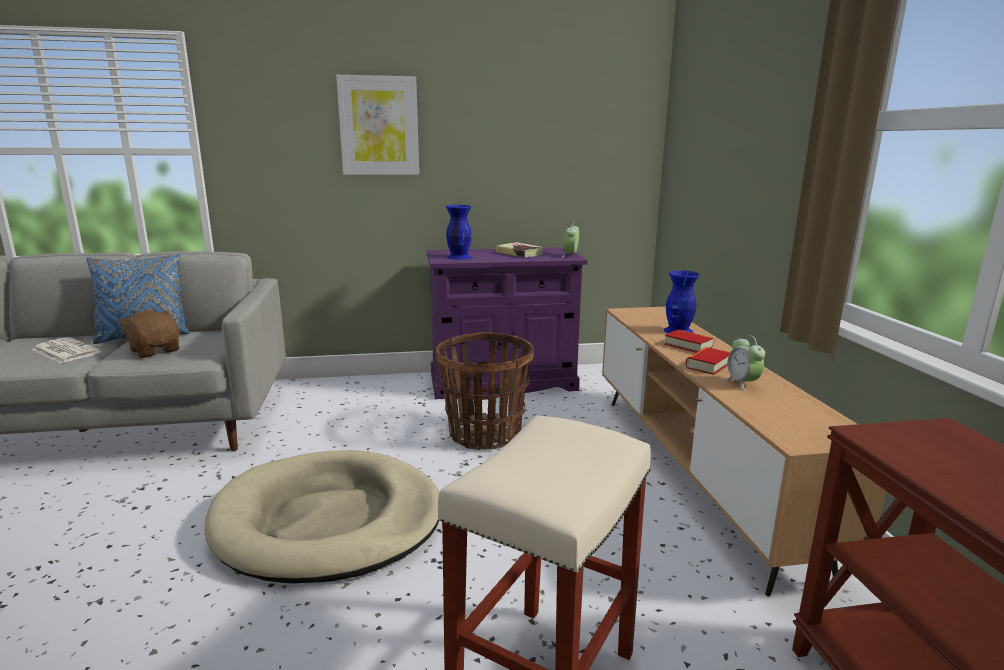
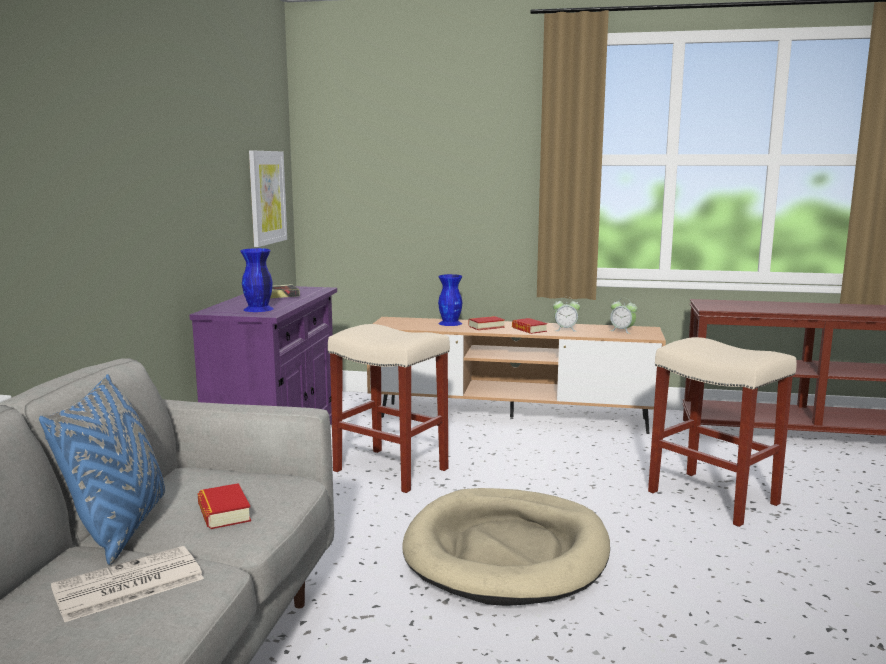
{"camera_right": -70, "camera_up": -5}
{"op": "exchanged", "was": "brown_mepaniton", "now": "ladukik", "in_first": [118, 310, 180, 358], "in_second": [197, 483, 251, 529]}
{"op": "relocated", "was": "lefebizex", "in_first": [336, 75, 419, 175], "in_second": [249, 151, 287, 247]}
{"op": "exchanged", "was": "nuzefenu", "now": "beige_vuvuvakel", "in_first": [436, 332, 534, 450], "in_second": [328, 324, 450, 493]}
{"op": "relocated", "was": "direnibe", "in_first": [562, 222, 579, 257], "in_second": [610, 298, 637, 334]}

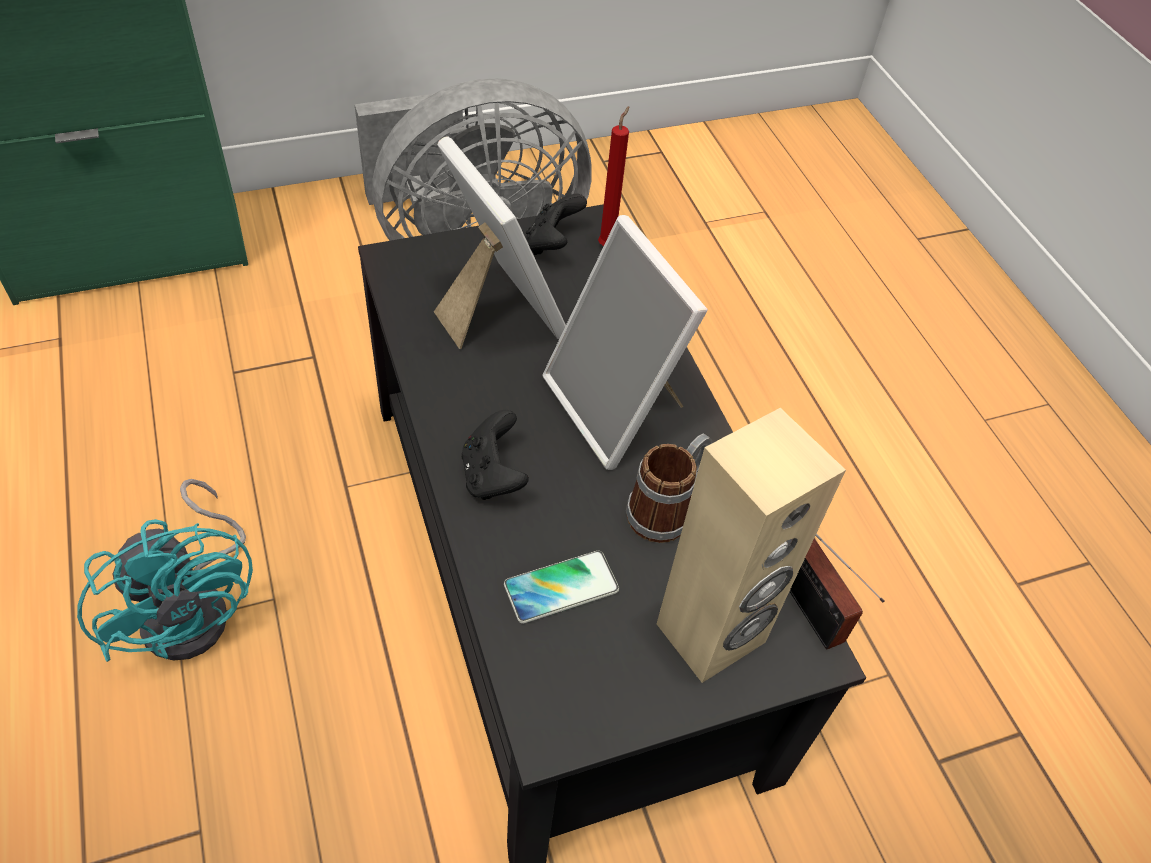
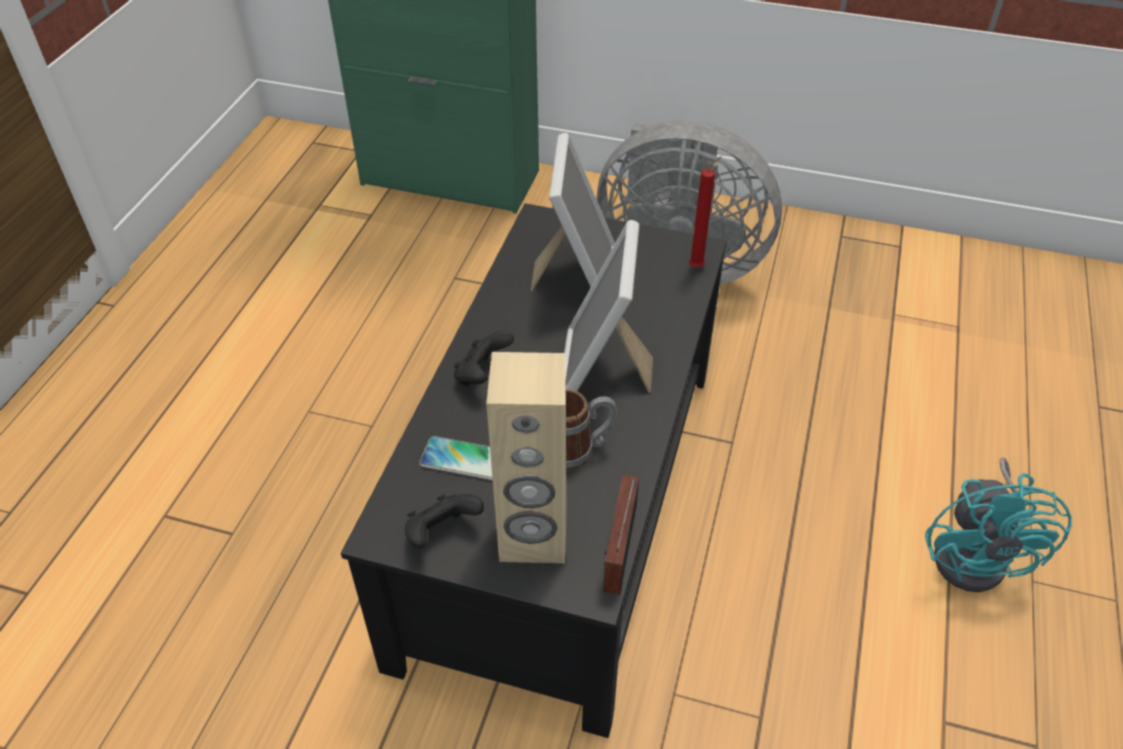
{"camera_right": 40, "camera_up": -5}
{"op": "relocated", "was": "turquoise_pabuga", "in_first": [77, 479, 253, 662], "in_second": [925, 457, 1072, 592]}
{"op": "relocated", "was": "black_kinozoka", "in_first": [525, 194, 587, 255], "in_second": [405, 494, 484, 548]}

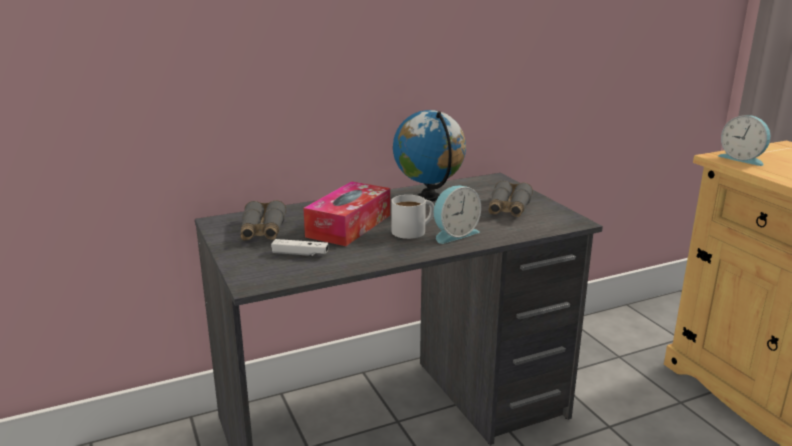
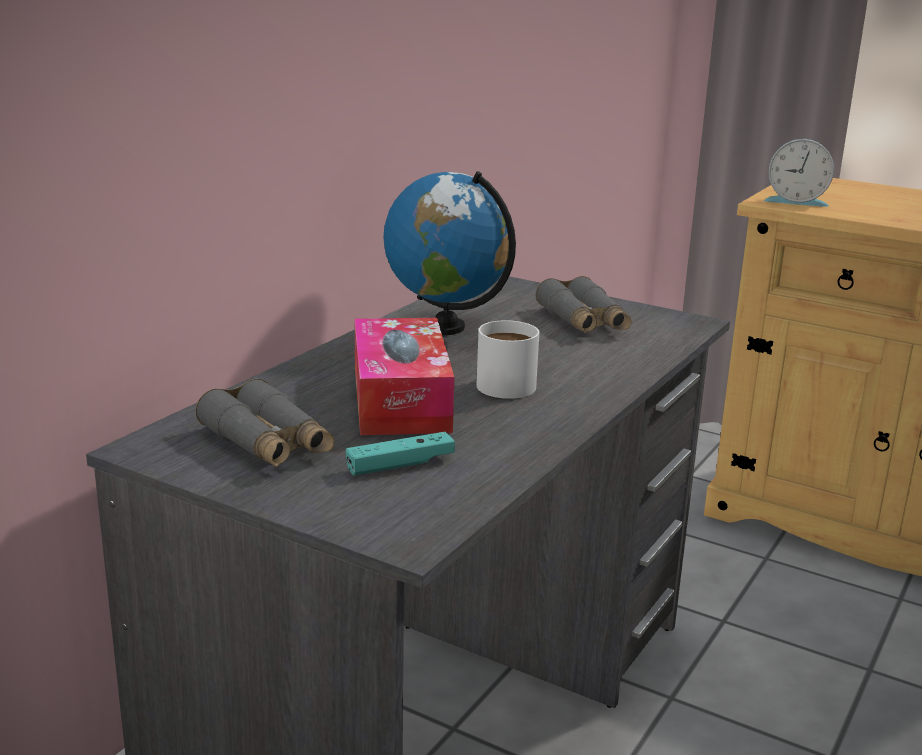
{"camera_right": -35, "camera_up": 0}
{"op": "colour", "was": "white_kinozoka", "now": "turquoise_kinozoka", "in_first": [271, 239, 328, 256], "in_second": [346, 432, 455, 476]}
{"op": "missing", "was": "direnibe", "in_first": [434, 185, 481, 244]}

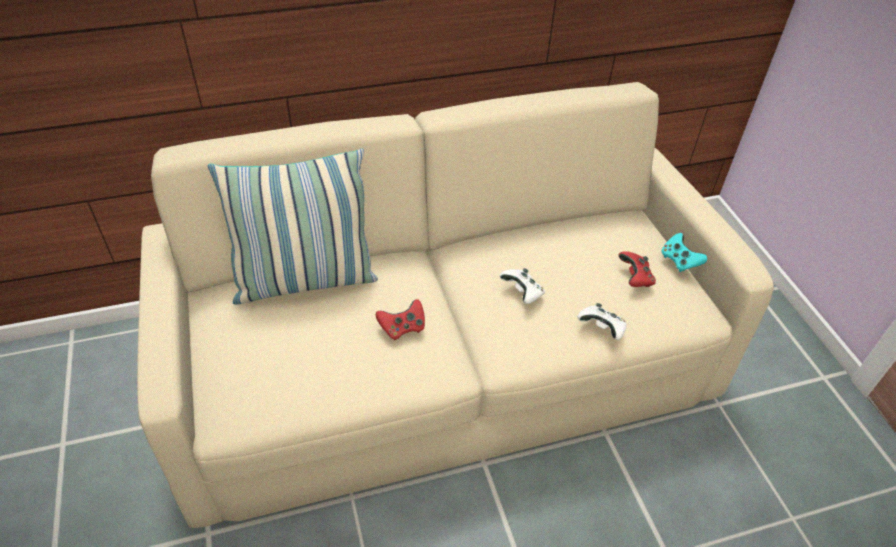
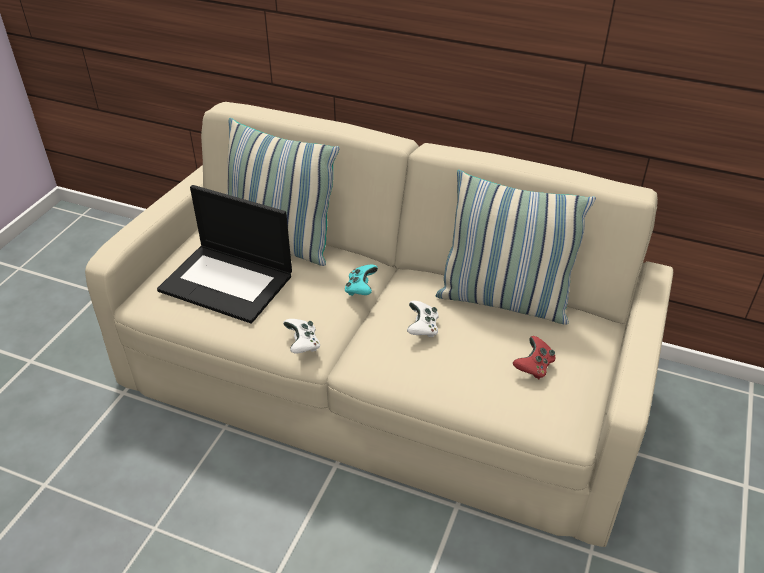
{"camera_right": 40, "camera_up": -5}
{"op": "missing", "was": "red_kinozoka", "in_first": [376, 299, 425, 340]}
{"op": "relocated", "was": "white_kinozoka", "in_first": [578, 303, 626, 340], "in_second": [283, 319, 320, 354]}
{"op": "relocated", "was": "turquoise_kinozoka", "in_first": [661, 233, 707, 272], "in_second": [345, 265, 378, 296]}
{"op": "appeared", "now": "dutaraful", "in_second": [157, 185, 292, 324]}
{"op": "appeared", "now": "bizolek", "in_second": [436, 170, 596, 325]}

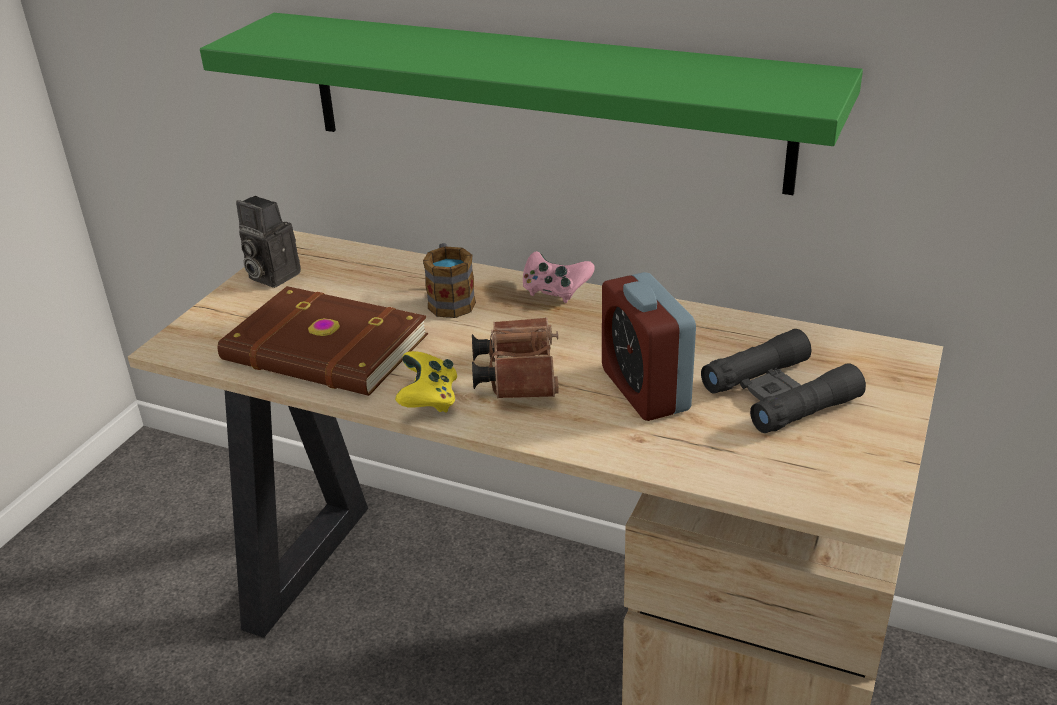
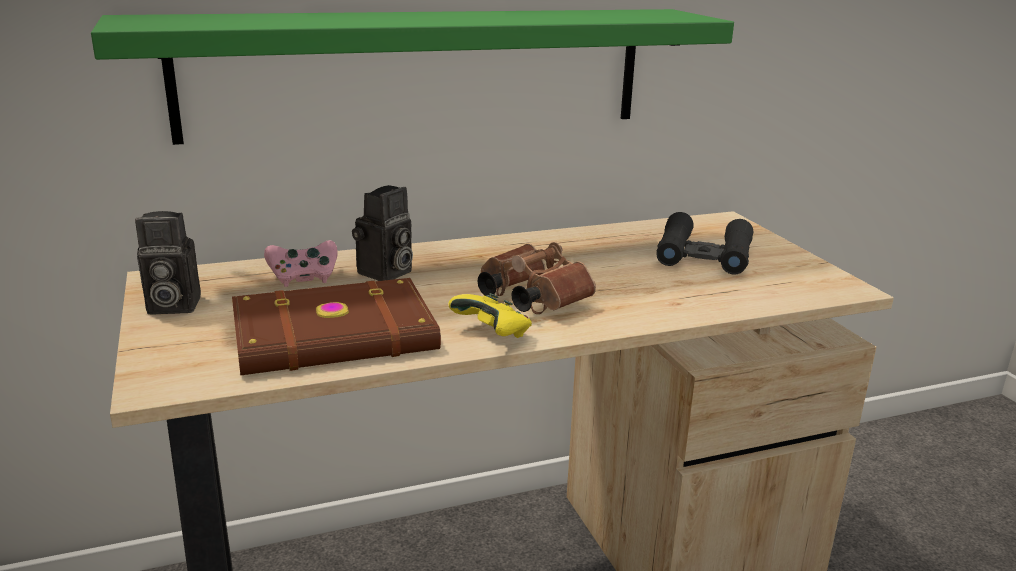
{"camera_right": -45, "camera_up": -10}
{"op": "exchanged", "was": "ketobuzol", "now": "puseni", "in_first": [423, 243, 476, 318], "in_second": [352, 185, 413, 281]}
{"op": "relocated", "was": "pink_kinozoka", "in_first": [523, 251, 595, 303], "in_second": [264, 240, 338, 287]}
{"op": "missing", "was": "direnibe", "in_first": [602, 272, 696, 421]}

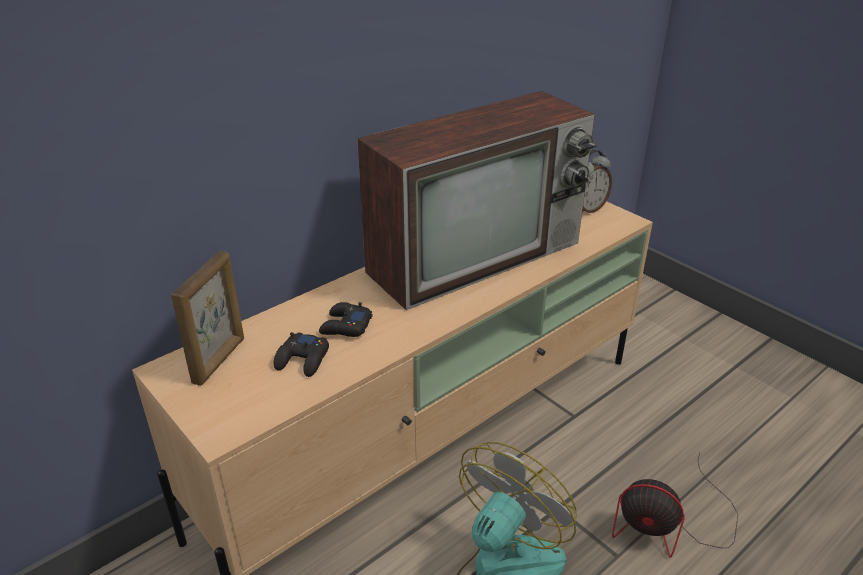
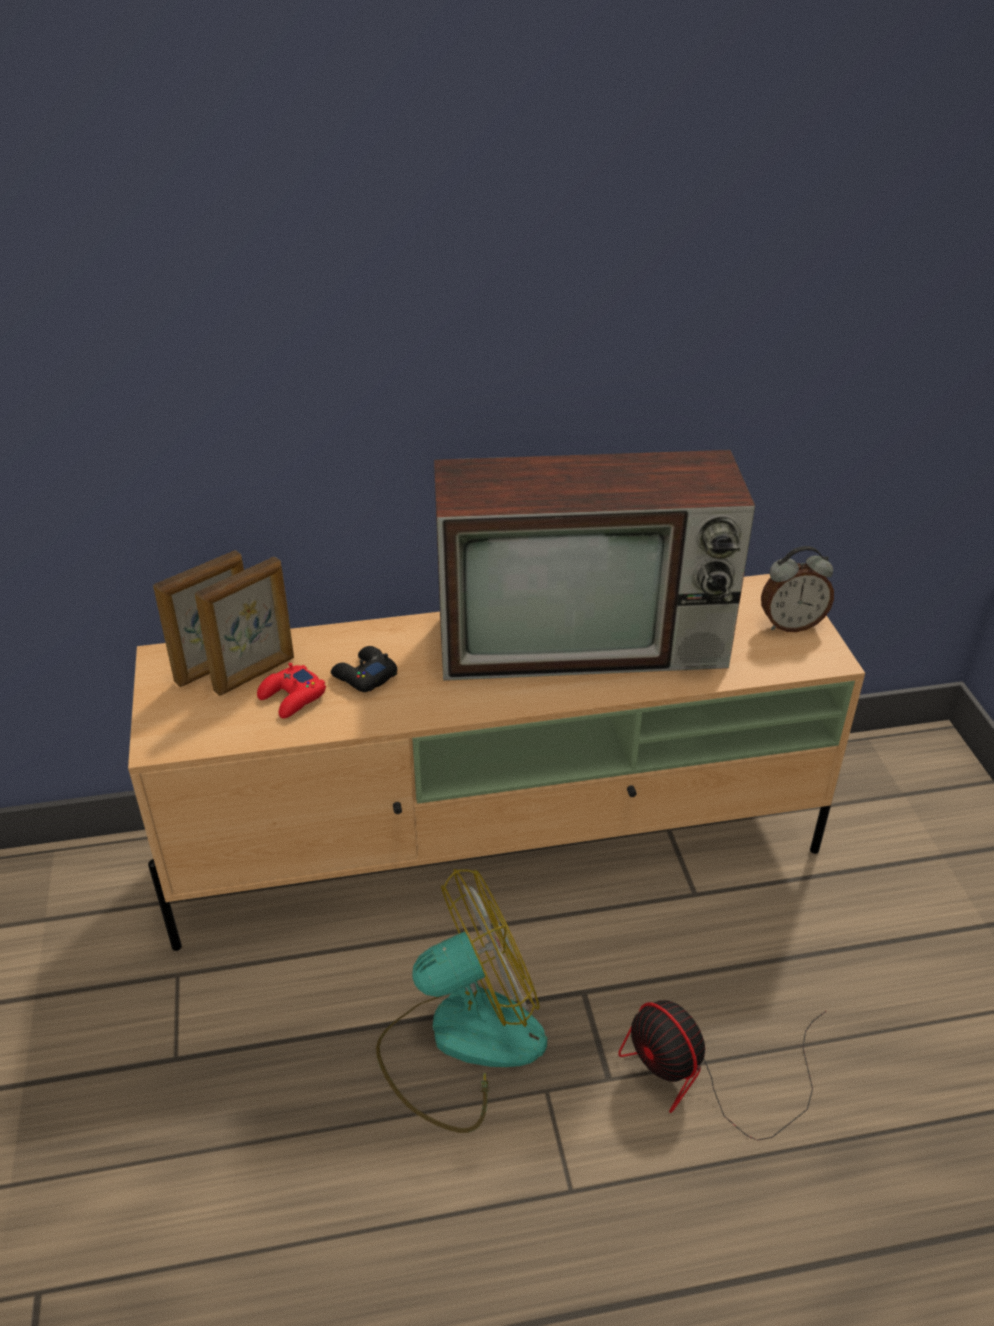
{"camera_right": 30, "camera_up": 5}
{"op": "colour", "was": "black_kinozoka", "now": "red_kinozoka", "in_first": [274, 332, 329, 377], "in_second": [257, 663, 326, 719]}
{"op": "appeared", "now": "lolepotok", "in_second": [195, 557, 294, 696]}

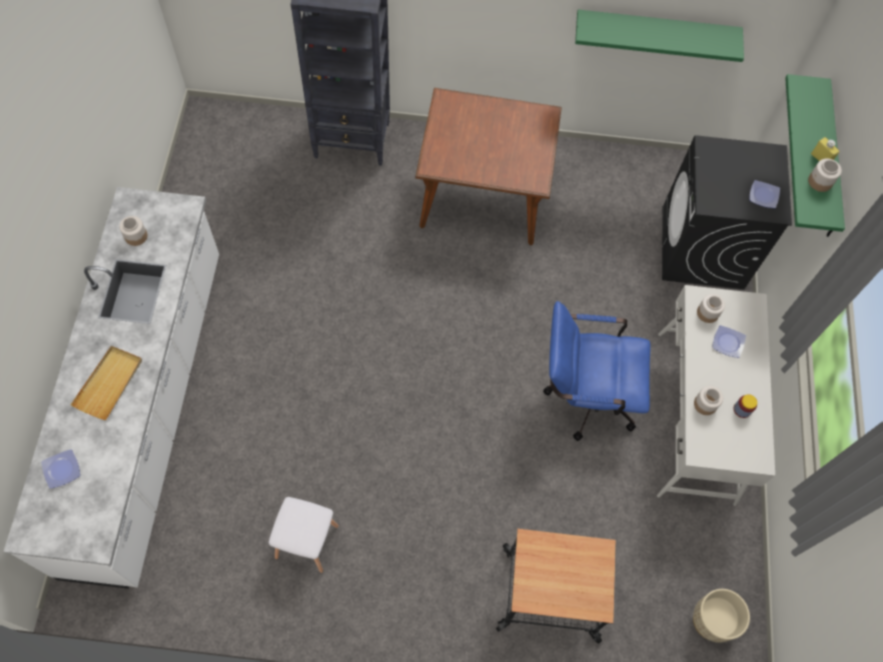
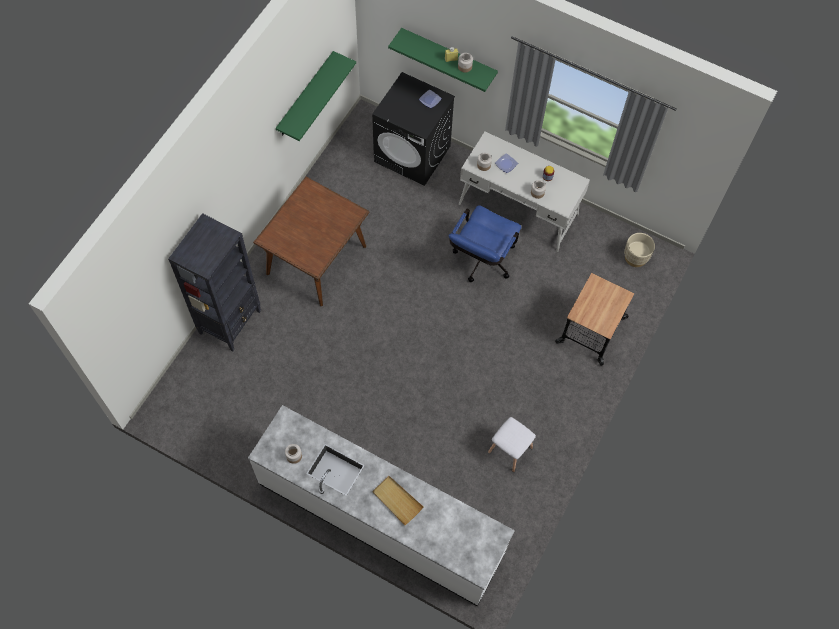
{"camera_right": -65, "camera_up": 0}
{"op": "missing", "was": "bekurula", "in_first": [41, 449, 80, 489]}

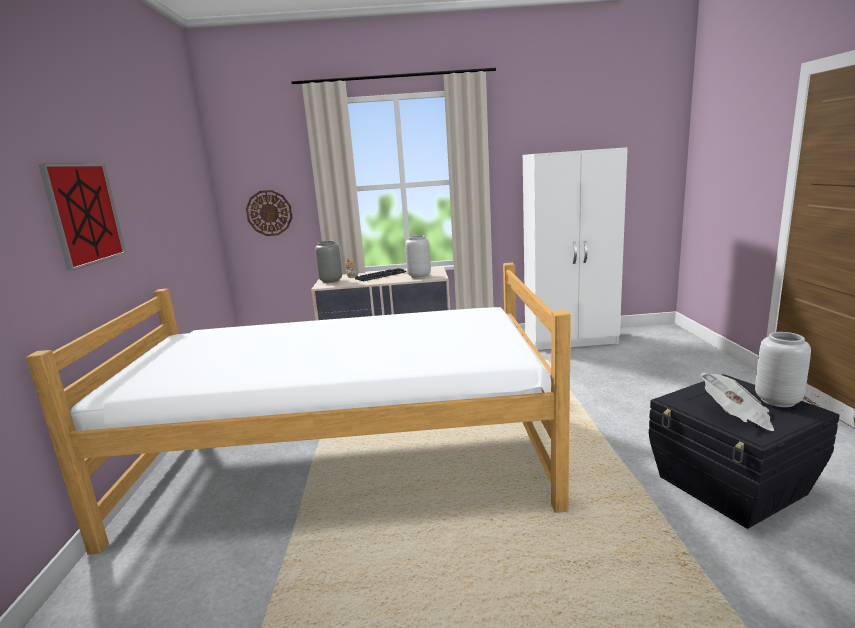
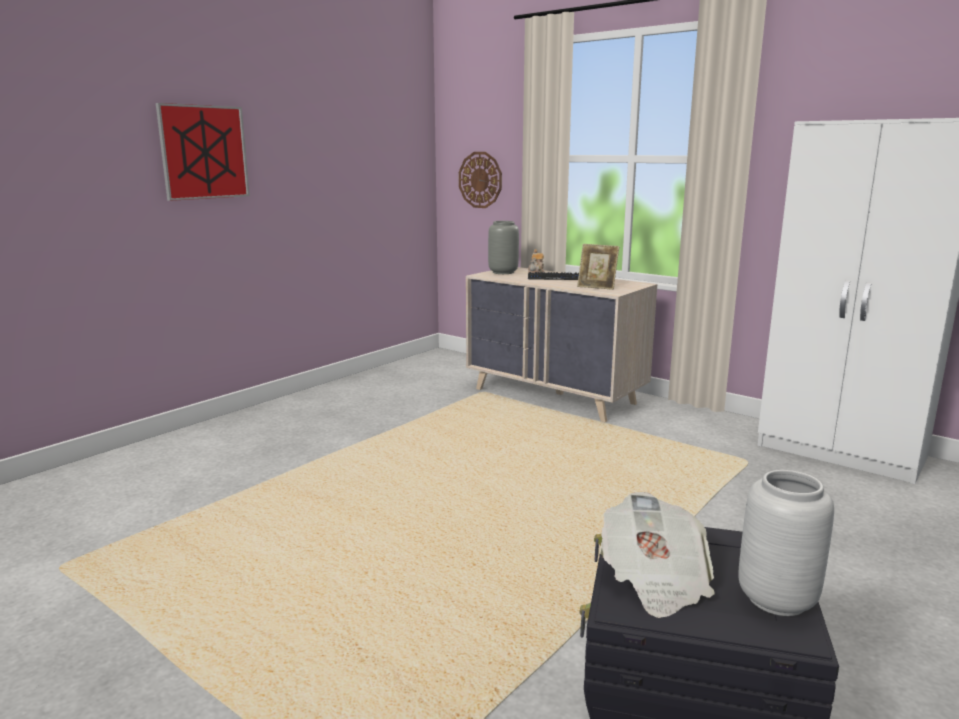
{"camera_right": 40, "camera_up": 0}
{"op": "missing", "was": "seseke", "in_first": [26, 263, 571, 555]}
{"op": "exchanged", "was": "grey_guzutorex", "now": "lolepotok", "in_first": [405, 235, 431, 278], "in_second": [577, 244, 619, 290]}

